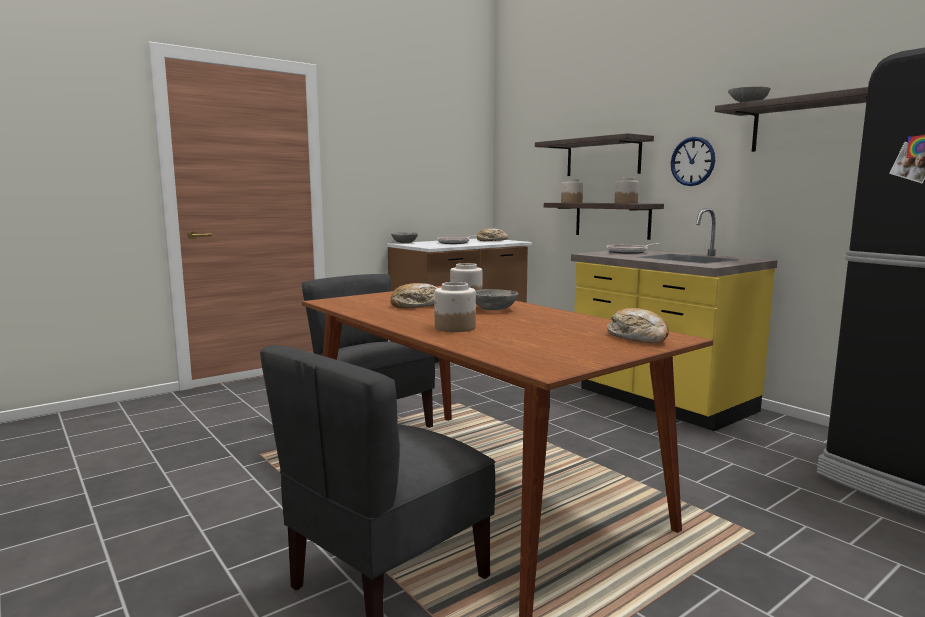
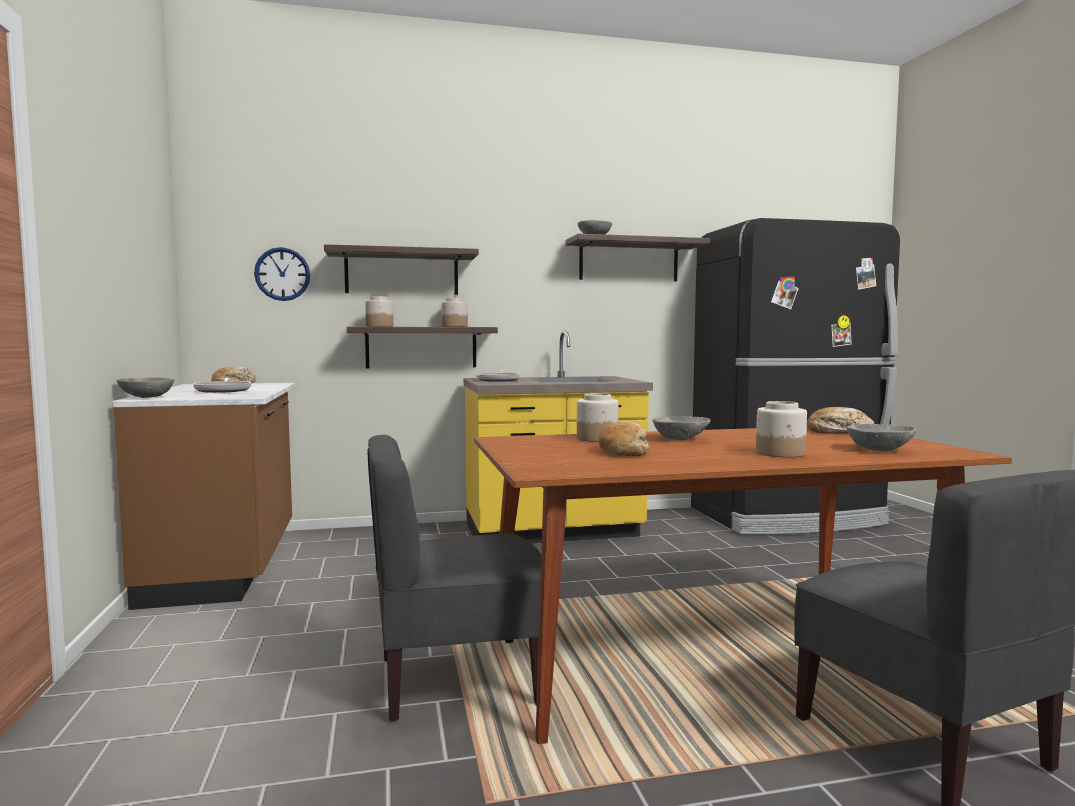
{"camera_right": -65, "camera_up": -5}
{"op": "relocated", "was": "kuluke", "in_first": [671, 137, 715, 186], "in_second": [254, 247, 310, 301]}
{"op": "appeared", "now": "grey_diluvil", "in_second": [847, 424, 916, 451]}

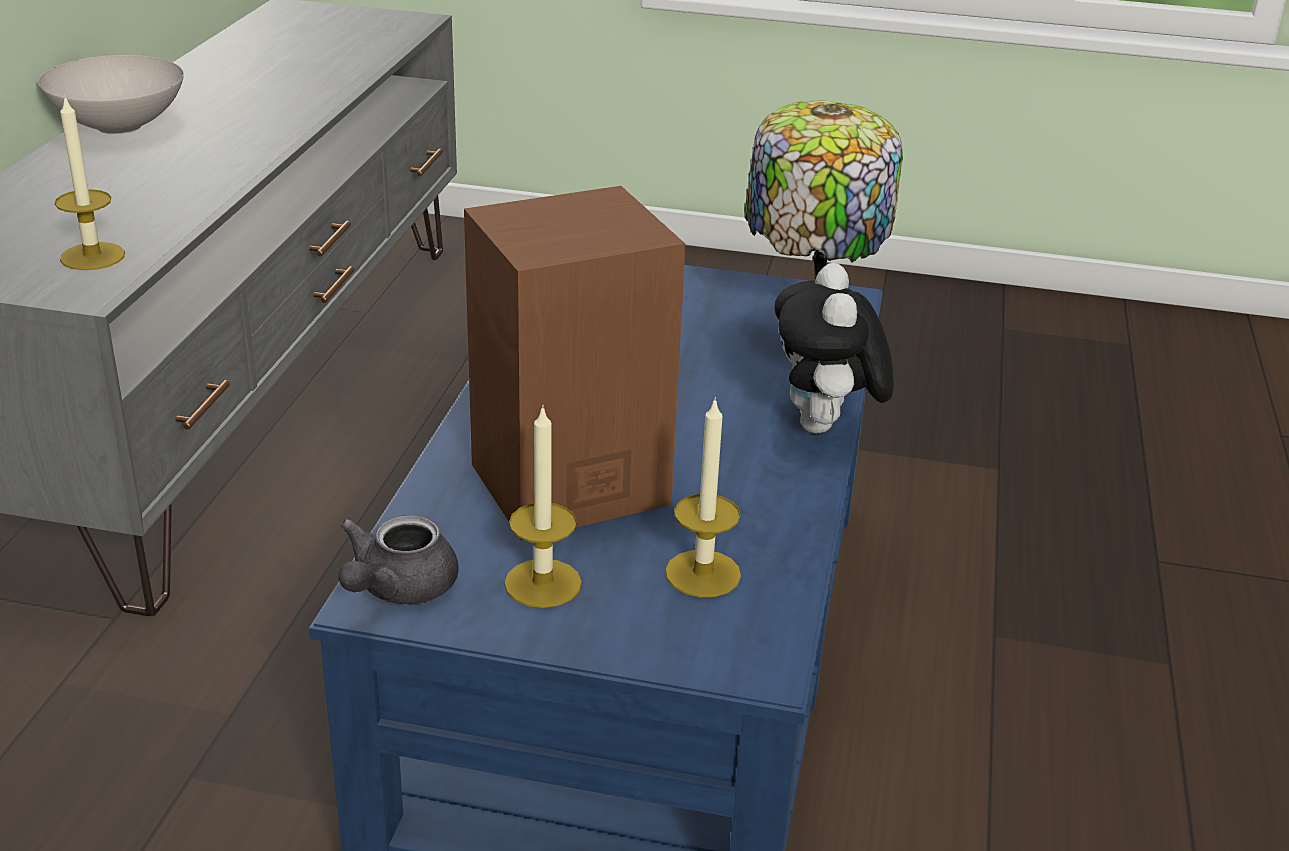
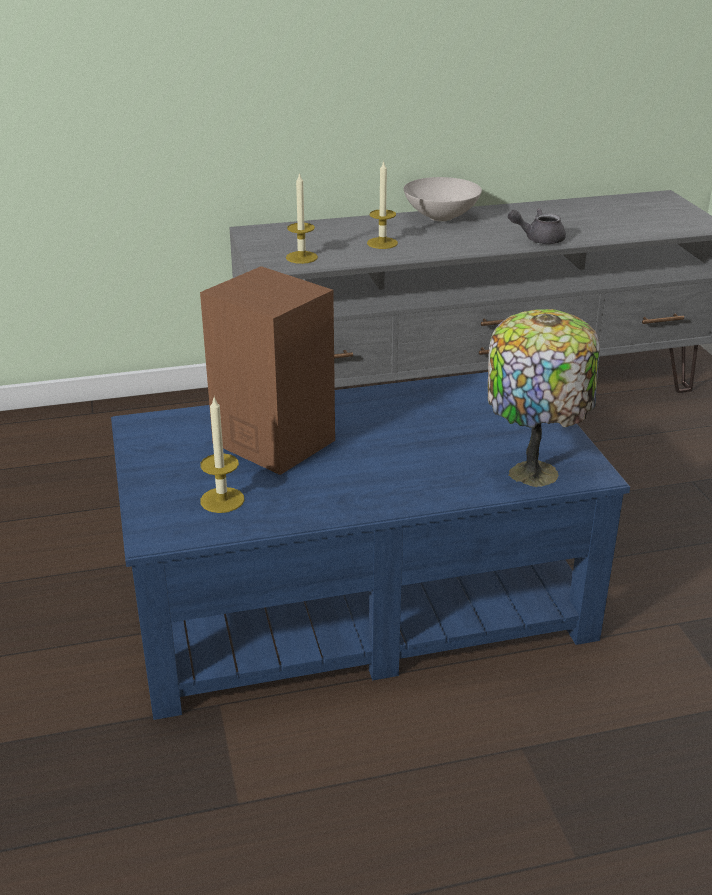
{"camera_right": 65, "camera_up": 0}
{"op": "relocated", "was": "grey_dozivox", "in_first": [339, 515, 458, 604], "in_second": [508, 208, 566, 244]}
{"op": "relocated", "was": "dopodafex", "in_first": [504, 405, 582, 608], "in_second": [367, 160, 398, 249]}
{"op": "missing", "was": "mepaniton", "in_first": [774, 263, 894, 434]}

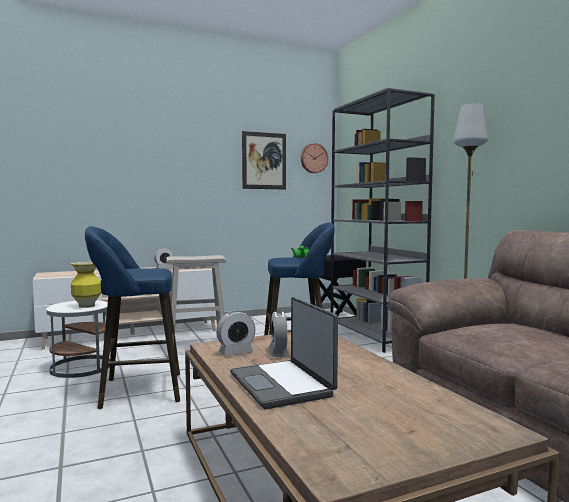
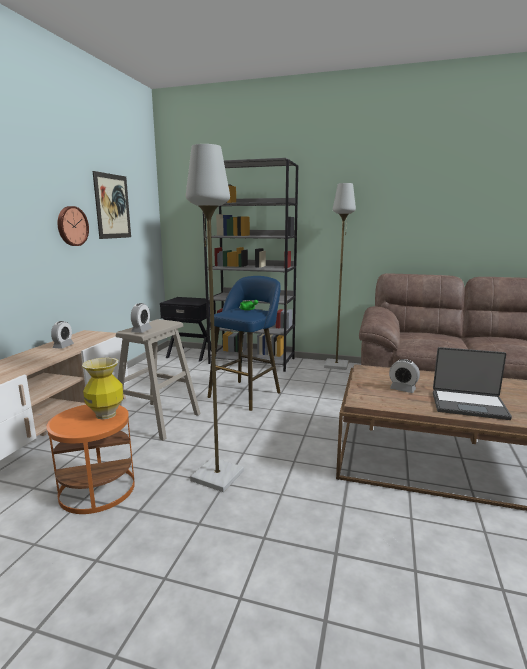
{"camera_right": -50, "camera_up": 10}
{"op": "colour", "was": "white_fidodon", "now": "orange_fidodon", "in_first": [46, 300, 110, 378], "in_second": [46, 405, 135, 514]}
{"op": "exchanged", "was": "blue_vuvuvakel", "now": "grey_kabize", "in_first": [85, 226, 180, 409], "in_second": [186, 144, 244, 492]}
{"op": "relocated", "was": "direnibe", "in_first": [216, 311, 256, 356], "in_second": [131, 303, 152, 333]}
{"op": "relocated", "was": "kuluke", "in_first": [301, 143, 328, 173], "in_second": [58, 206, 89, 246]}

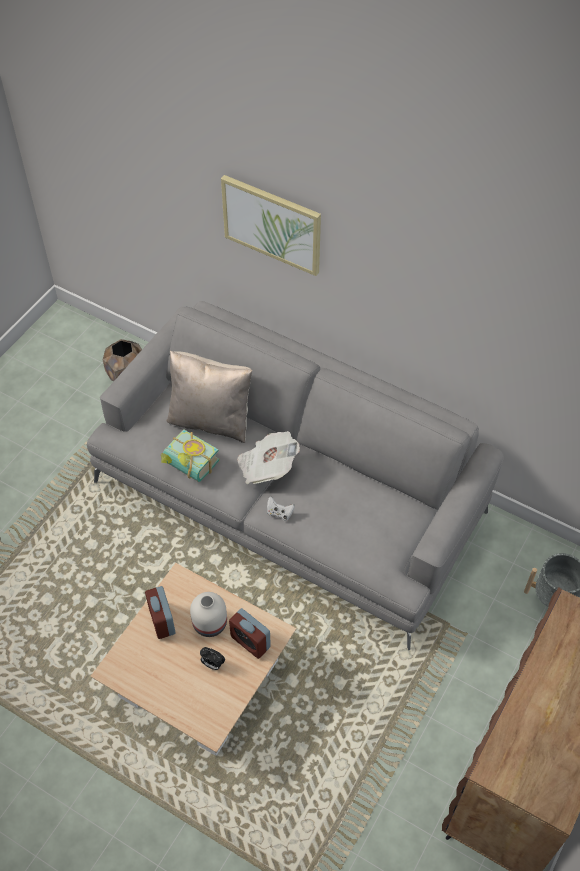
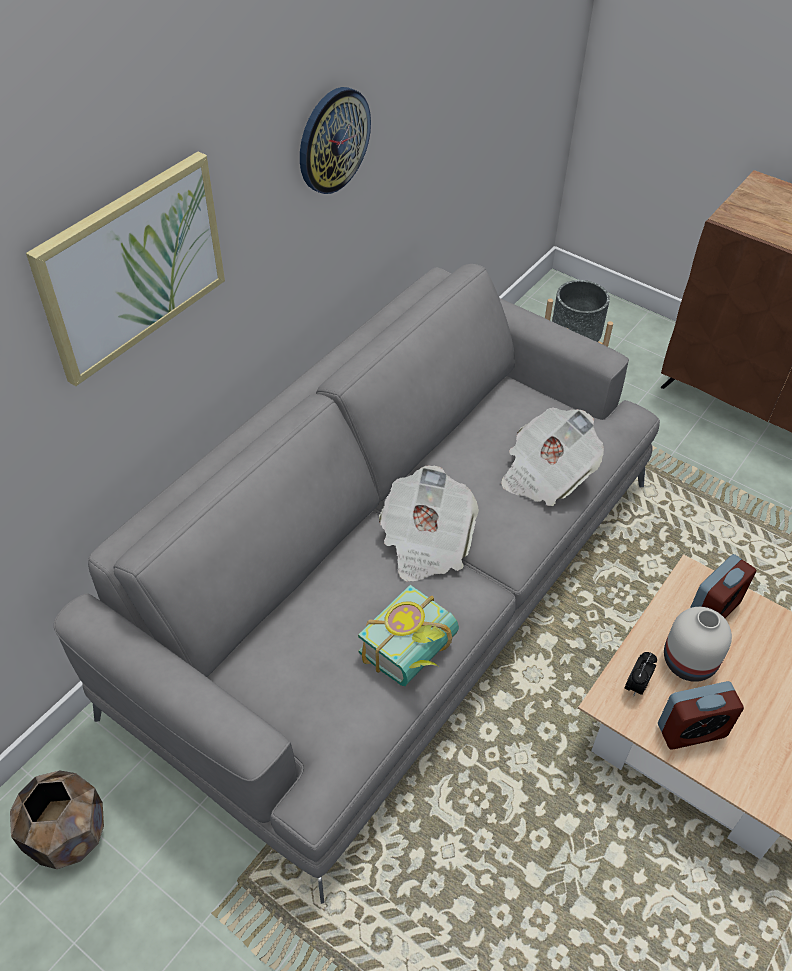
{"camera_right": -85, "camera_up": -5}
{"op": "missing", "was": "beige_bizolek", "in_first": [166, 350, 252, 443]}
{"op": "relocated", "was": "direnibe", "in_first": [200, 647, 225, 670], "in_second": [625, 652, 657, 697]}
{"op": "missing", "was": "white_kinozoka", "in_first": [267, 497, 295, 521]}
{"op": "appeared", "now": "kuluke", "in_second": [300, 87, 371, 194]}
{"op": "appeared", "now": "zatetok", "in_second": [501, 407, 604, 506]}

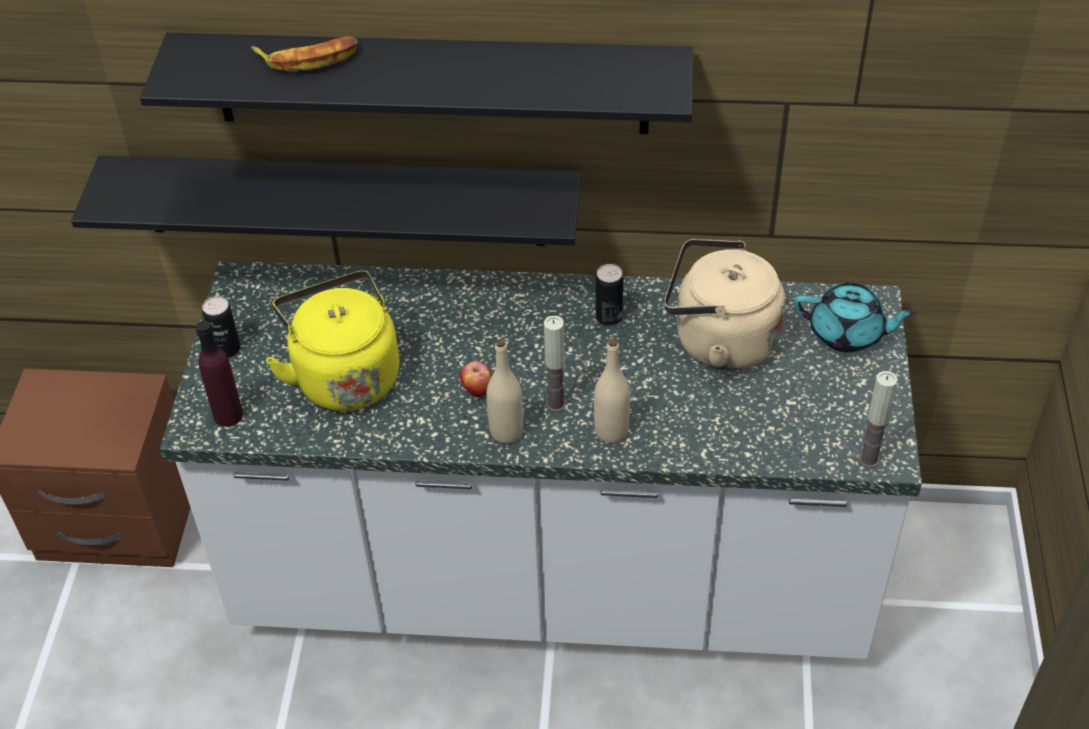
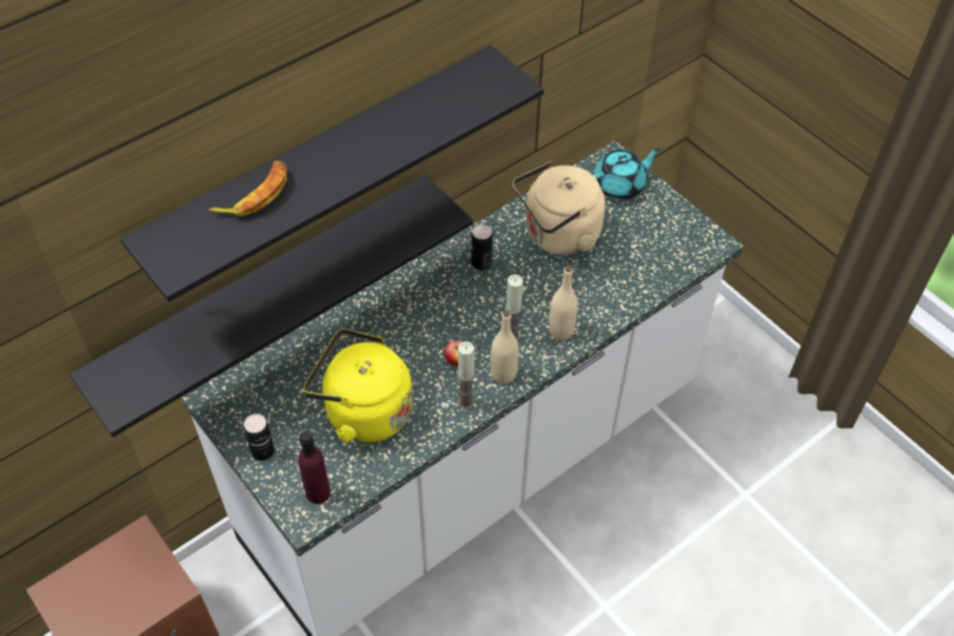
{"camera_right": -45, "camera_up": 5}
{"op": "relocated", "was": "dopodafex", "in_first": [858, 371, 898, 468], "in_second": [457, 341, 475, 410]}

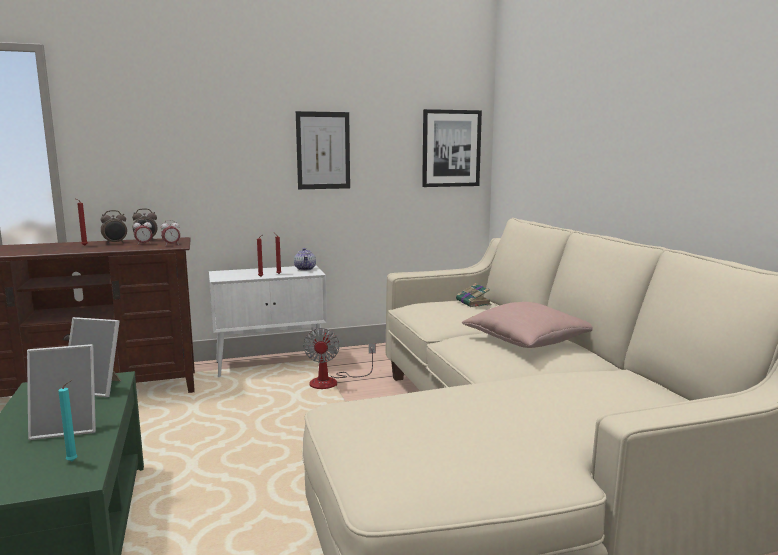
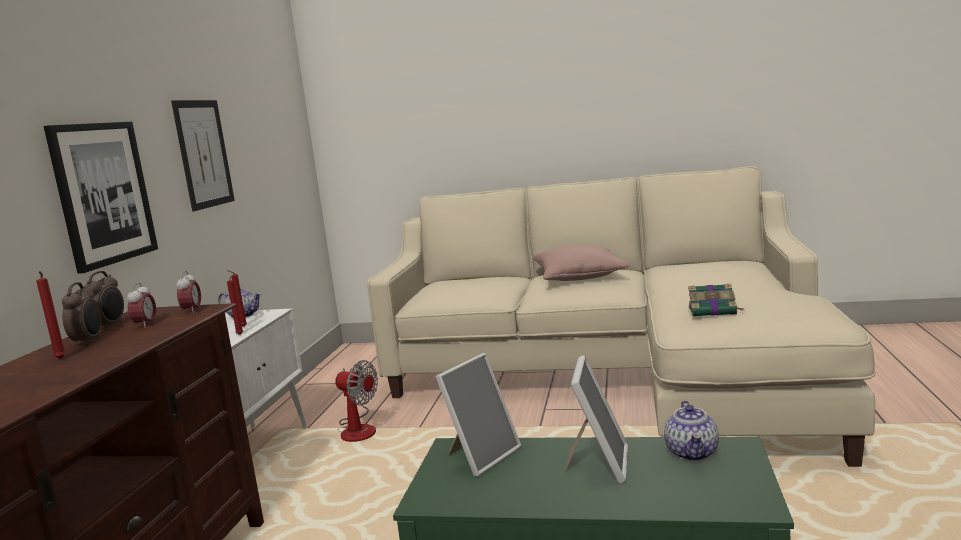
{"camera_right": -60, "camera_up": 0}
{"op": "exchanged", "was": "turquoise_dopodafex", "now": "dozivox", "in_first": [58, 380, 78, 461], "in_second": [664, 401, 719, 461]}
{"op": "relocated", "was": "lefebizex", "in_first": [422, 109, 482, 187], "in_second": [44, 122, 158, 274]}
{"op": "relocated", "was": "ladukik", "in_first": [456, 283, 491, 307], "in_second": [688, 284, 744, 317]}

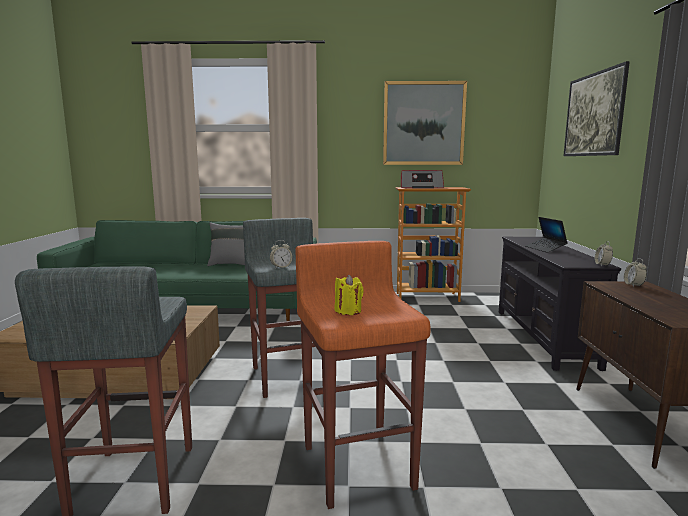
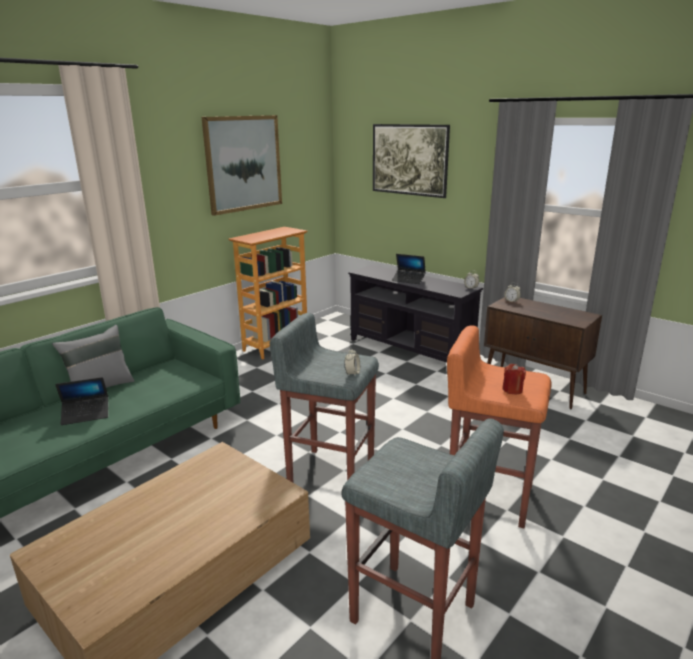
{"camera_right": -50, "camera_up": 10}
{"op": "colour", "was": "yellow_dopodafex", "now": "red_dopodafex", "in_first": [335, 275, 364, 315], "in_second": [502, 364, 526, 394]}
{"op": "missing", "was": "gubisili", "in_first": [401, 170, 444, 188]}
{"op": "appeared", "now": "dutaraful", "in_second": [55, 377, 108, 425]}

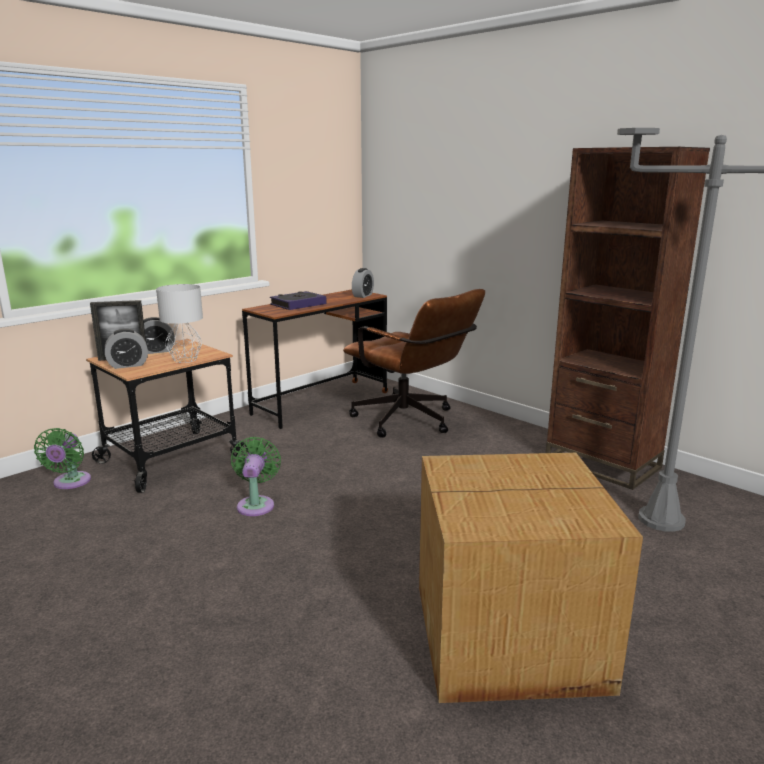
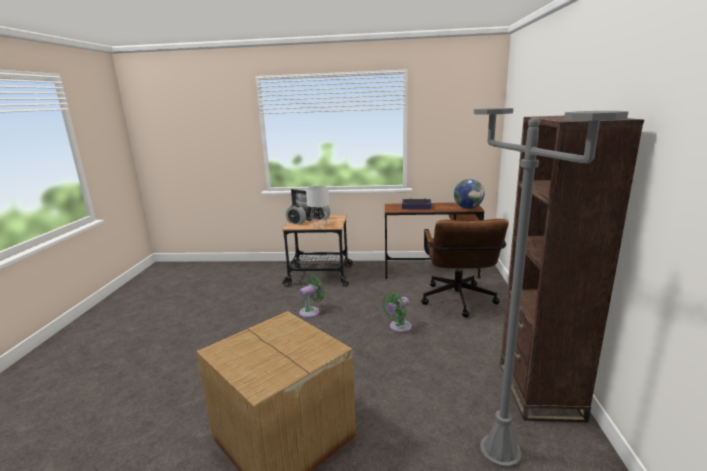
{"camera_right": 50, "camera_up": 0}
{"op": "relocated", "was": "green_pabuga", "in_first": [34, 428, 91, 489], "in_second": [382, 292, 412, 333]}
{"op": "exchanged", "was": "direnibe", "now": "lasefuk", "in_first": [352, 268, 374, 298], "in_second": [454, 179, 484, 209]}

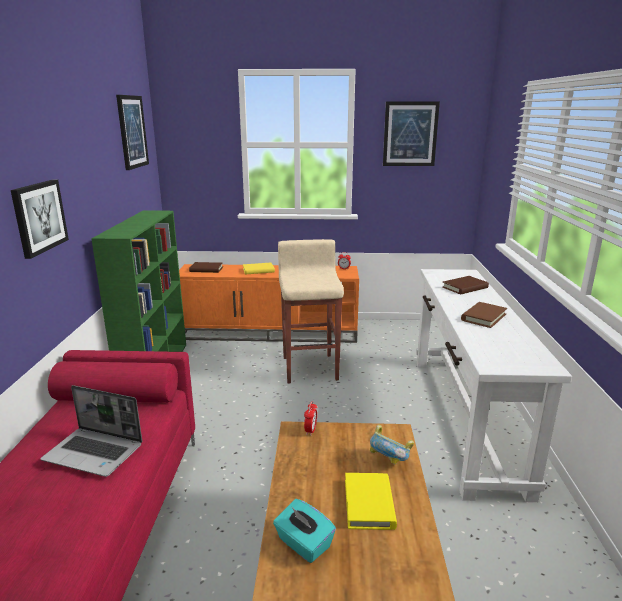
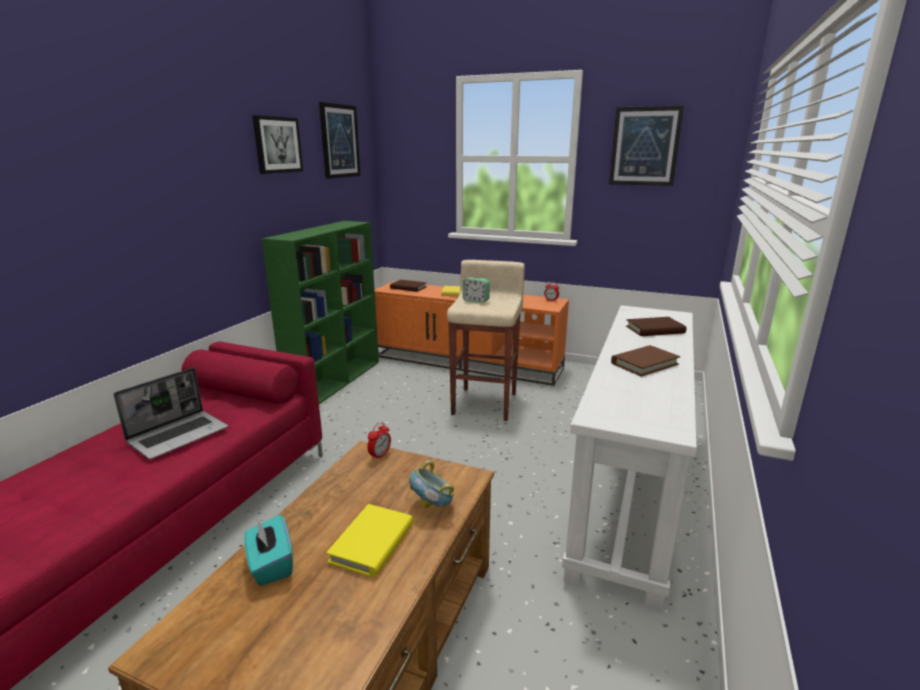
{"camera_right": 20, "camera_up": 0}
{"op": "relocated", "was": "lefebizex", "in_first": [11, 180, 69, 259], "in_second": [252, 115, 303, 174]}
{"op": "spun", "was": "dutaraful", "in_first": [40, 385, 142, 477], "in_second": [114, 368, 228, 459], "clockwise": -90}
{"op": "appeared", "now": "direnibe", "in_second": [463, 277, 490, 303]}

